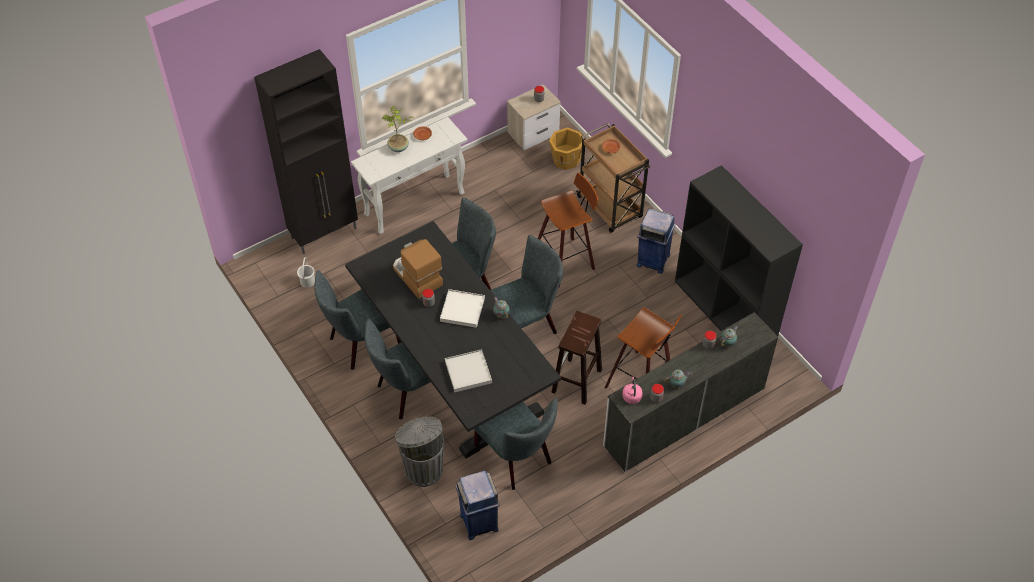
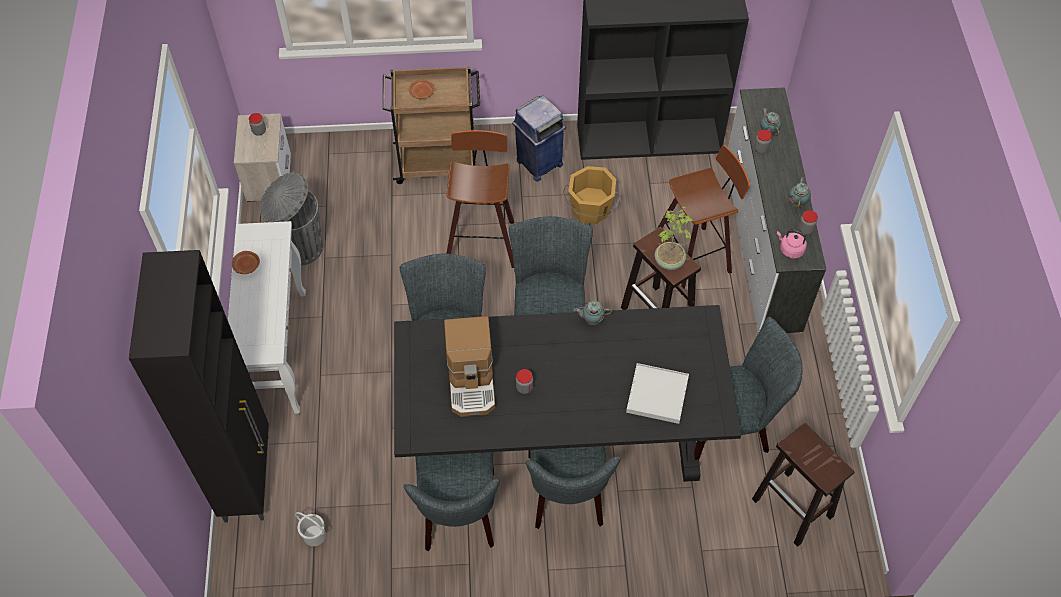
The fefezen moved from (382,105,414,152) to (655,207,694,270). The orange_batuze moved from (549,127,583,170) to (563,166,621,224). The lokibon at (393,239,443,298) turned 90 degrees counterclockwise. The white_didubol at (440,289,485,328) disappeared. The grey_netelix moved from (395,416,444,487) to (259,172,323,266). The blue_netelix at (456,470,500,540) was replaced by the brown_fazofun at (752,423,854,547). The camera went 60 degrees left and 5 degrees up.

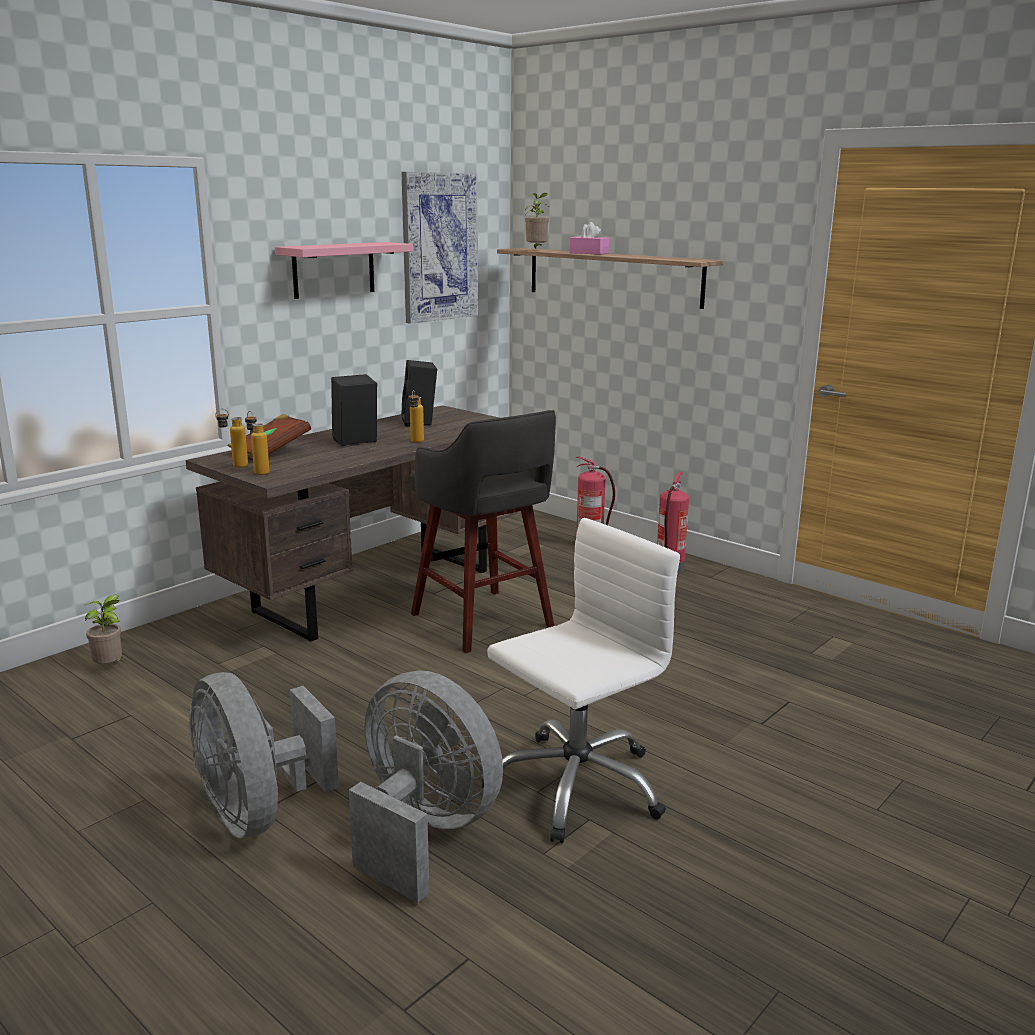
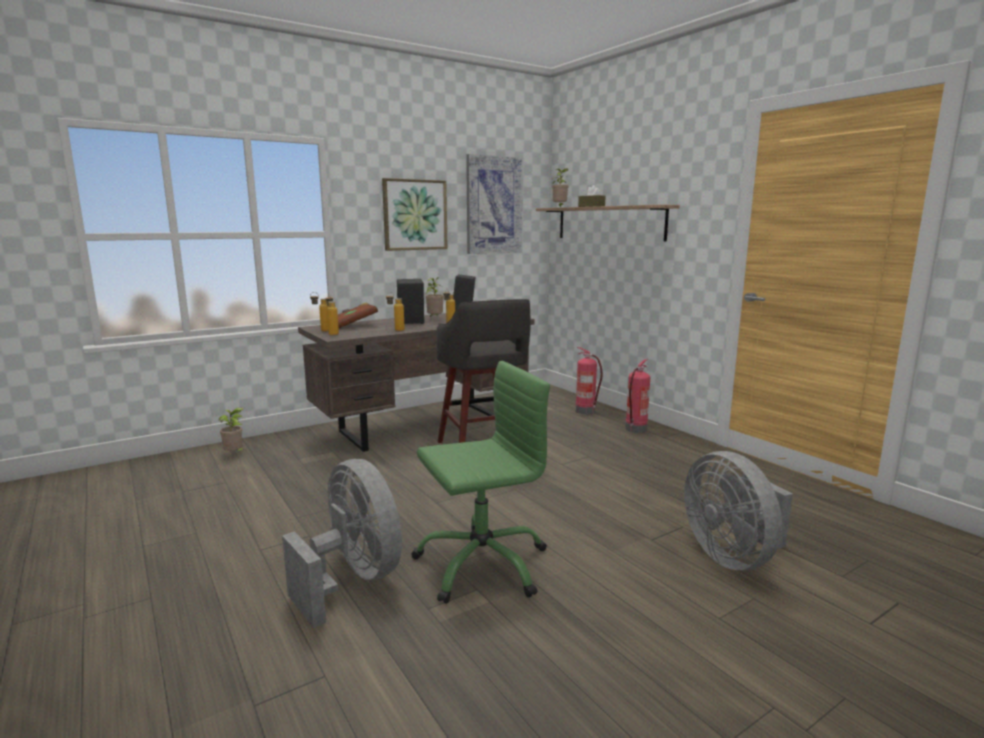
The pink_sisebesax at (570,222,609,255) became the brown_sisebesax at (578,185,606,207). The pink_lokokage at (275,242,413,299) was replaced by the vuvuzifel at (382,178,448,251). The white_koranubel at (482,518,680,844) became the green_koranubel at (411,361,550,604). The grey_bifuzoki moved from (189,672,339,838) to (684,451,793,571). The fefezen at (425,277,444,317) appeared. The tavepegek at (386,292,405,331) appeared. The camera went 15 degrees right and 5 degrees down.

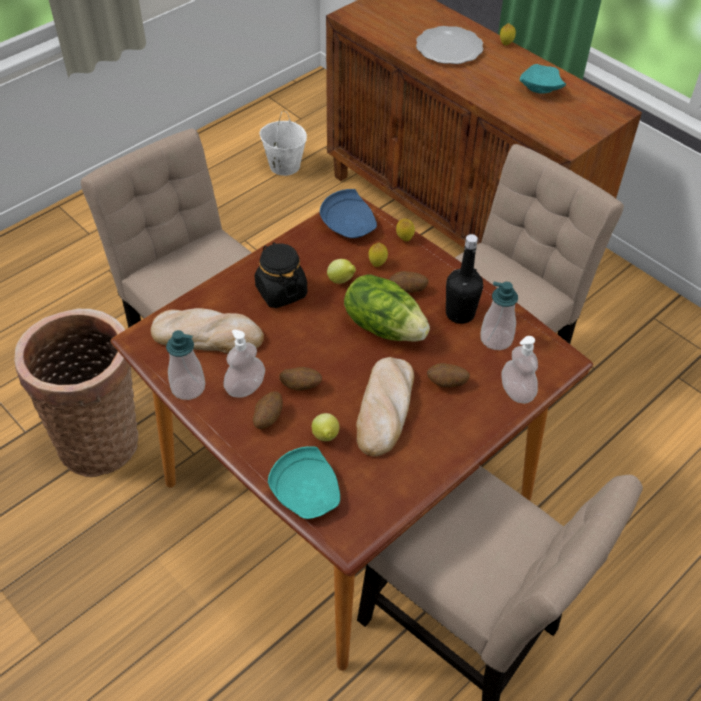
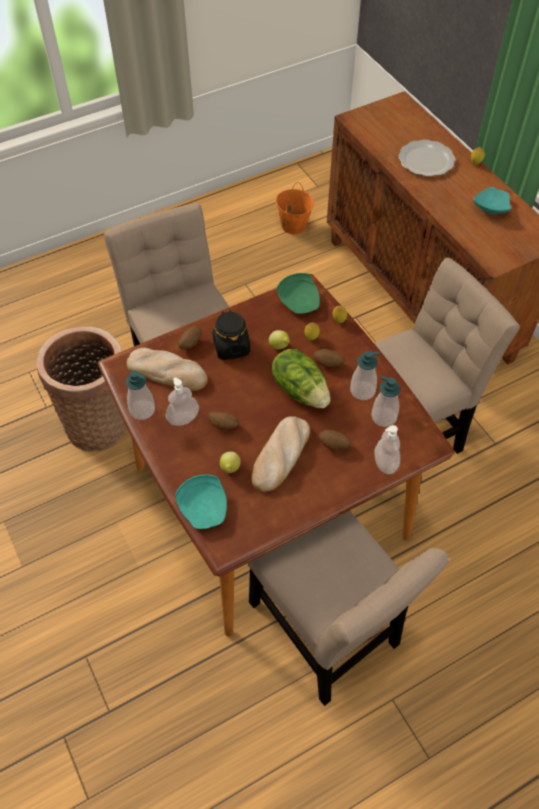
The white_batuze at (259,110,307,176) became the orange_batuze at (276,182,314,234). The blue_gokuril at (320,189,377,238) became the green_gokuril at (276,273,320,314). The black_tavepegek at (446,234,483,324) was replaced by the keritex at (350,351,380,400). The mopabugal moved from (253,392,283,429) to (178,326,202,350). The camera went 15 degrees right and 5 degrees up.

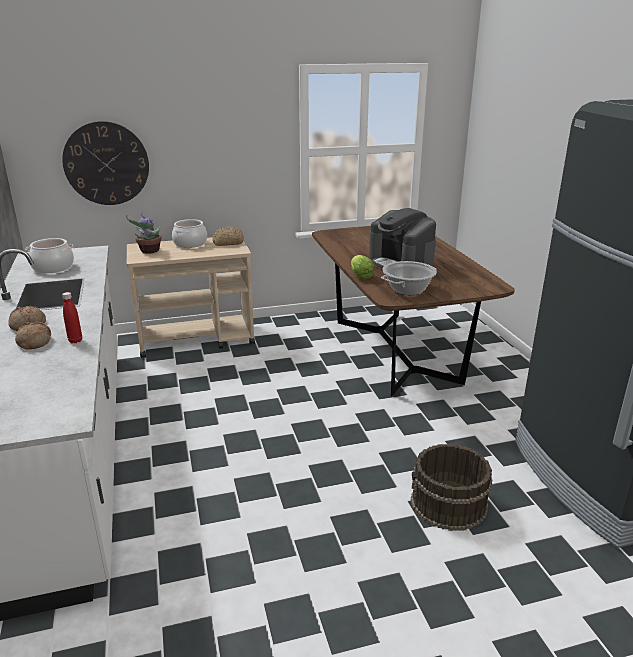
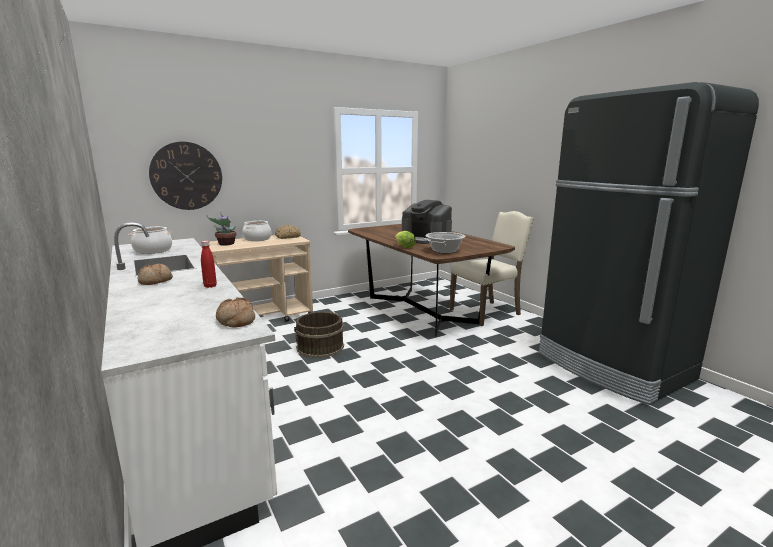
The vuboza moved from (15,321,51,350) to (216,297,255,328). The brown_batuze moved from (411,444,492,531) to (294,312,344,358). The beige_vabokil at (450,211,534,326) appeared. The camera went 15 degrees left and 10 degrees down.

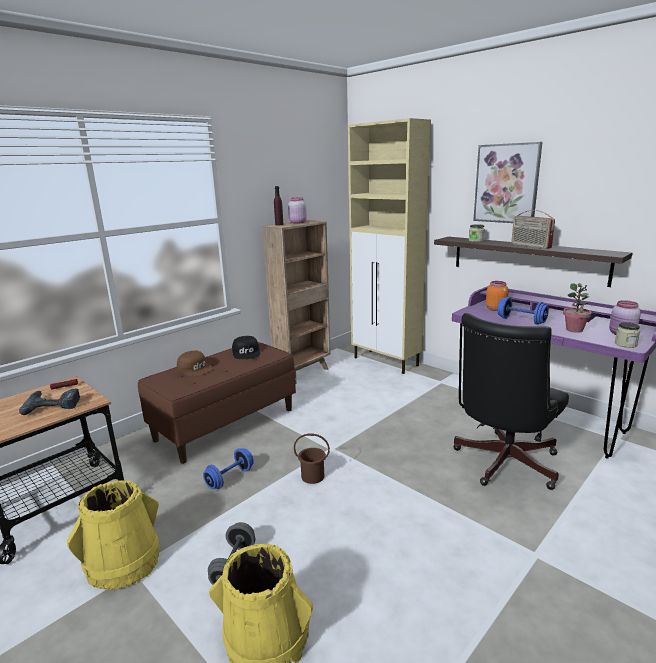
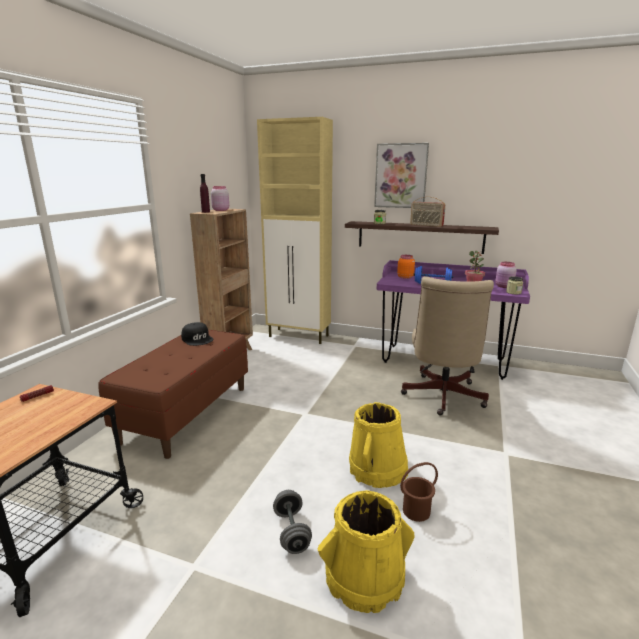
The black_koranubel at (453,313,569,490) became the beige_koranubel at (401,276,494,415). The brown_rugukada at (177,351,213,376) disappeared. The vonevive at (19,388,80,415) disappeared. The brown_batuze moved from (294,434,330,484) to (400,462,438,522). The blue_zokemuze at (203,448,254,489) disappeared. The yellow_batuze moved from (67,480,160,590) to (349,402,408,488). The camera went 25 degrees left and 0 degrees up.

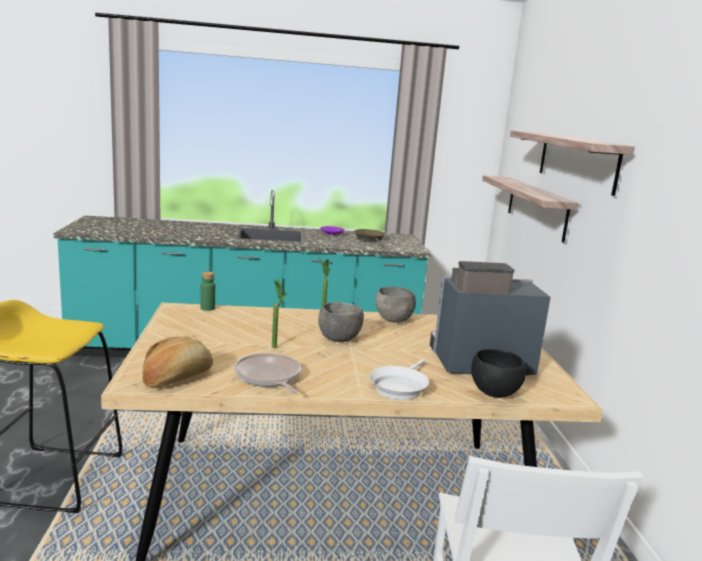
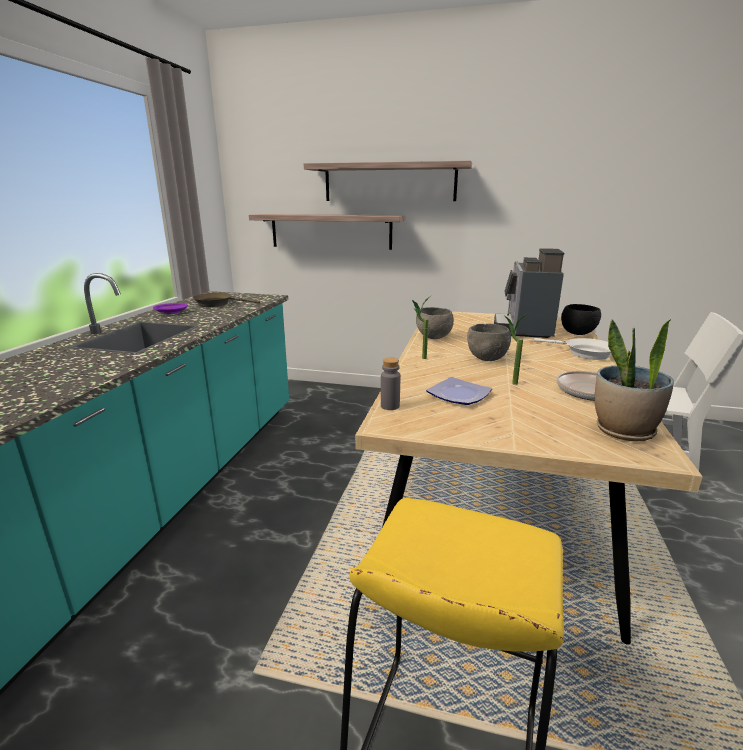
The green_tavepegek at (200,272,215,311) became the grey_tavepegek at (381,357,400,410). The vuboza at (142,337,213,388) was replaced by the fefezen at (595,319,674,441). The gokuril at (426,377,492,405) appeared. The camera went 70 degrees left and 5 degrees up.

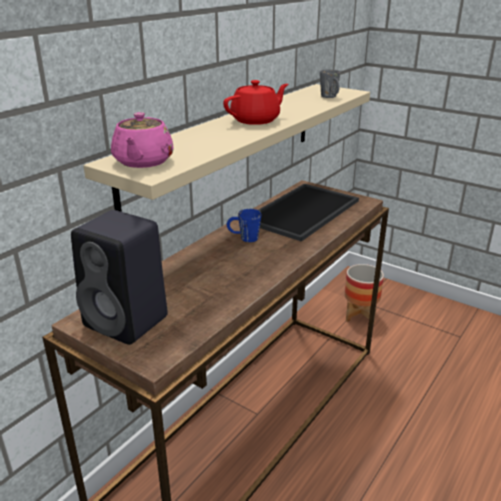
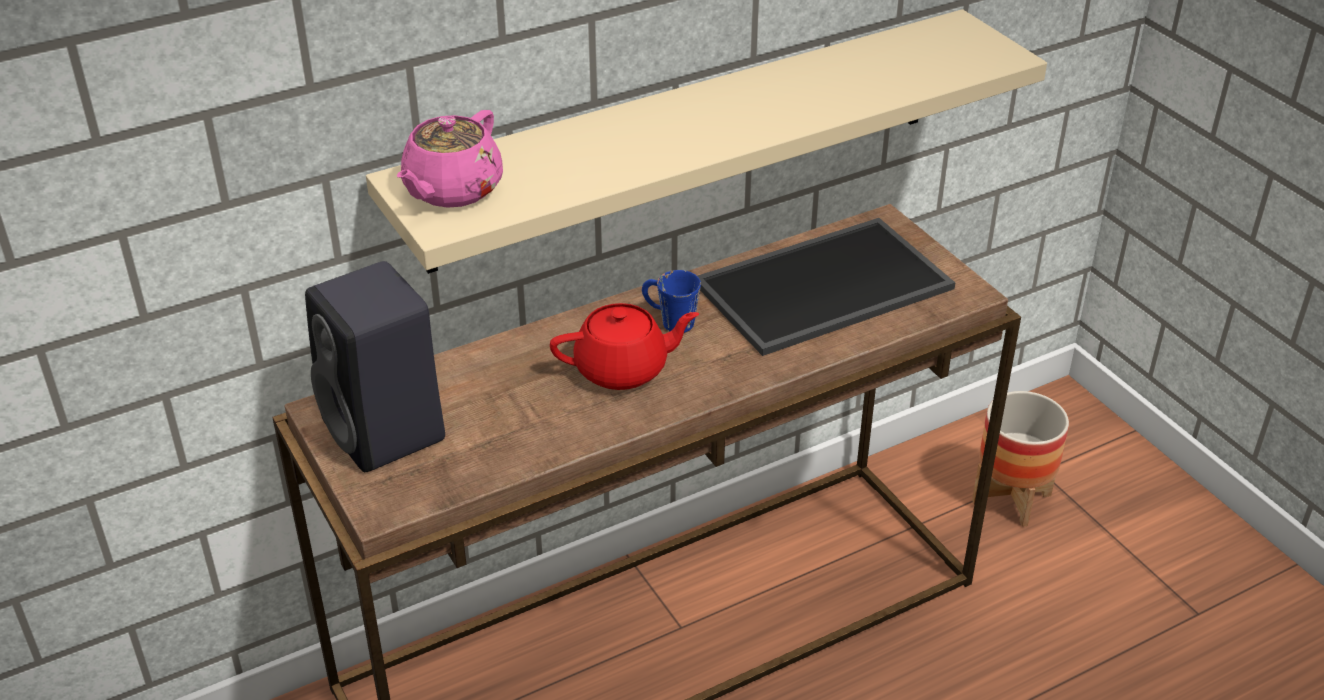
The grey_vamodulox at (320,69,341,98) disappeared. The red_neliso moved from (223,80,288,125) to (550,303,699,390). The camera went 25 degrees right and 10 degrees up.

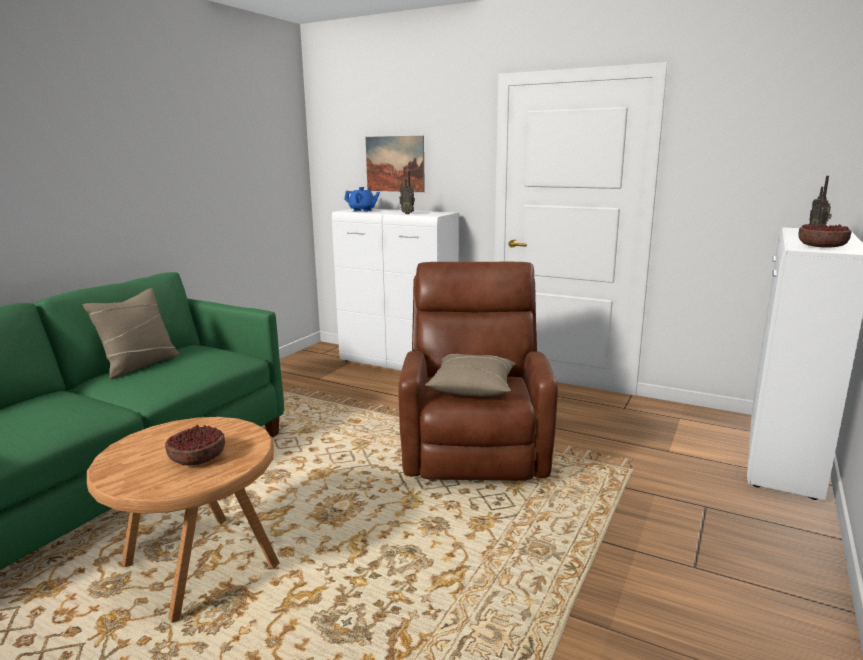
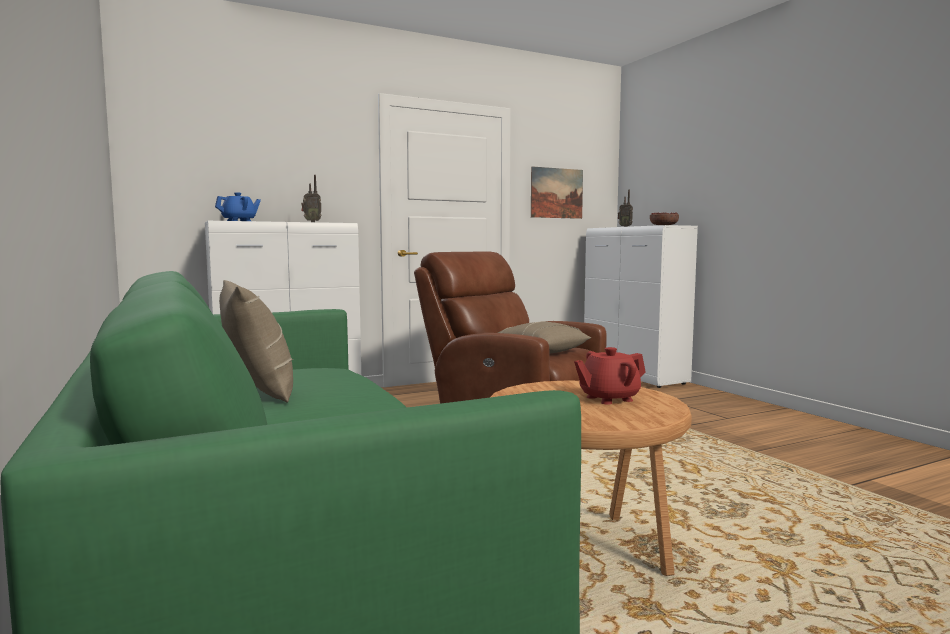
The vuvuzifel moved from (366,136,425,192) to (531,167,583,219). The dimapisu at (165,425,225,466) was replaced by the red_neliso at (574,347,646,405). The camera went 55 degrees left and 10 degrees down.

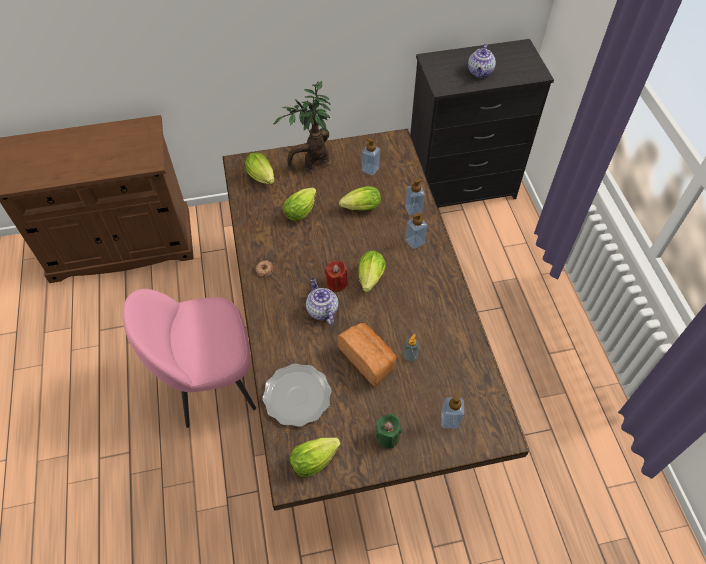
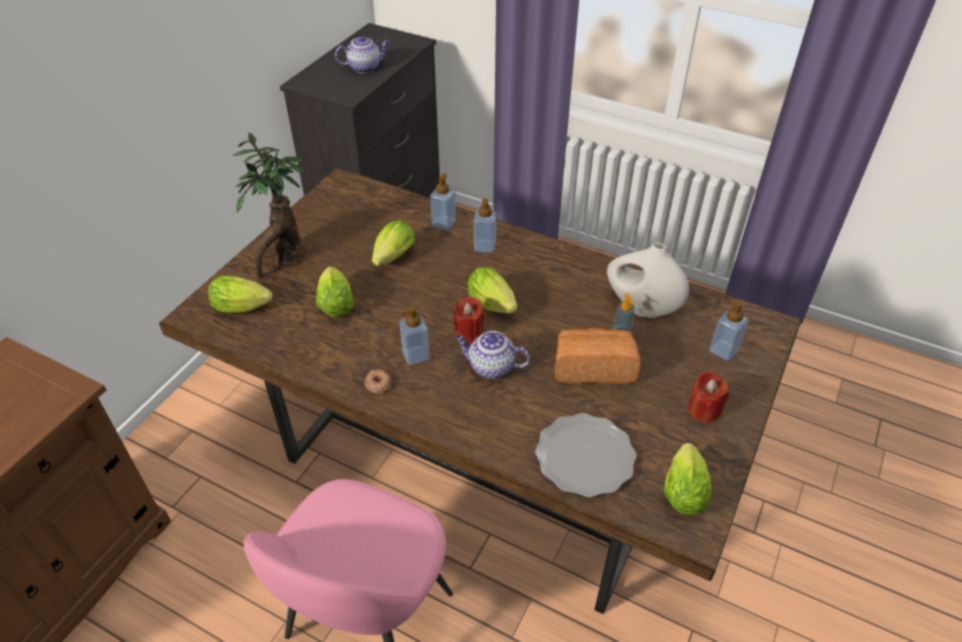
The neliso at (468,43,496,78) turned 75 degrees counterclockwise. The keritex moved from (362,138,380,176) to (400,306,430,365). The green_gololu at (376,413,401,448) became the red_gololu at (688,371,729,423). The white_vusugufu at (607,242,689,318) appeared. The camera went 50 degrees left and 10 degrees down.

